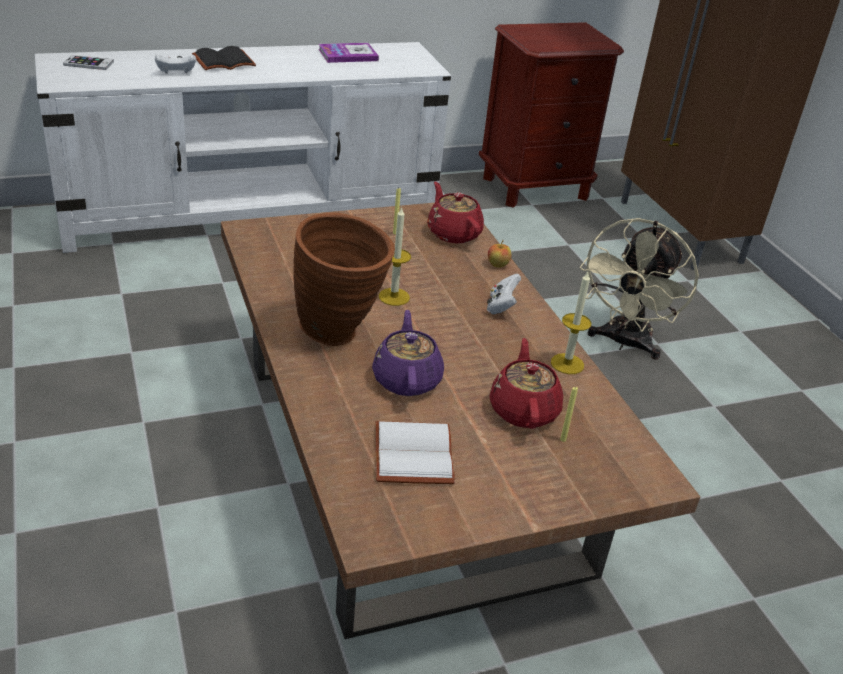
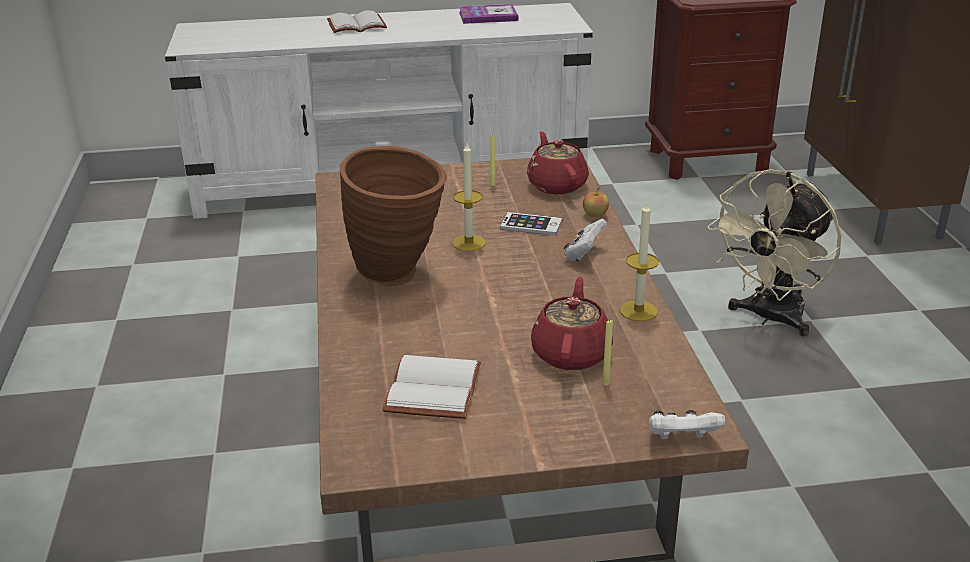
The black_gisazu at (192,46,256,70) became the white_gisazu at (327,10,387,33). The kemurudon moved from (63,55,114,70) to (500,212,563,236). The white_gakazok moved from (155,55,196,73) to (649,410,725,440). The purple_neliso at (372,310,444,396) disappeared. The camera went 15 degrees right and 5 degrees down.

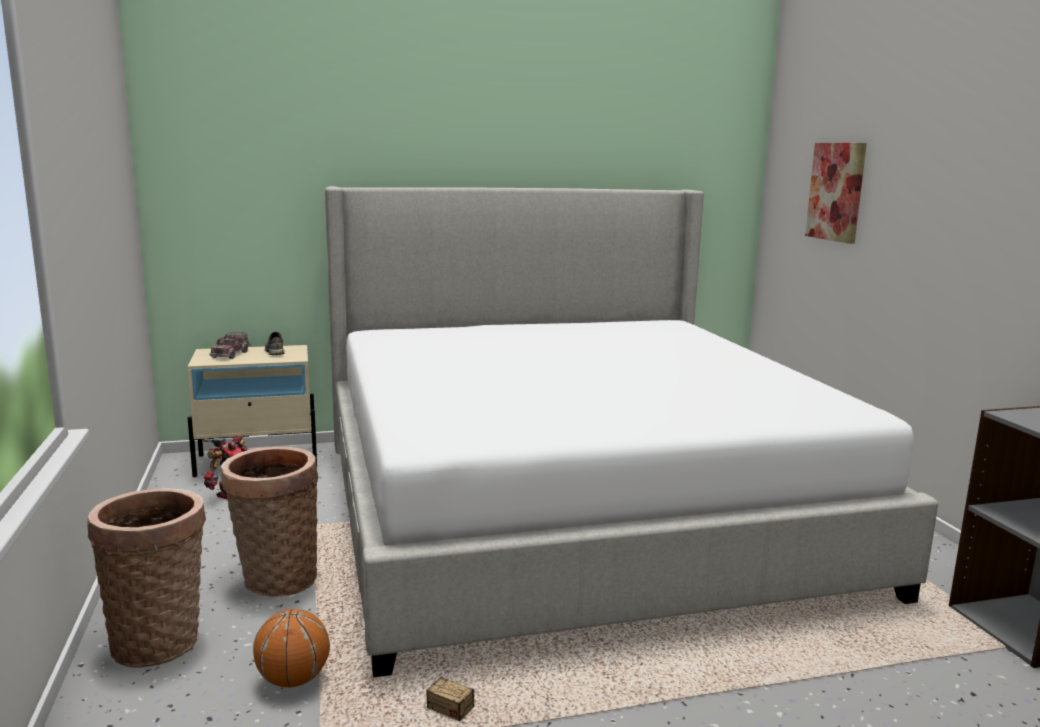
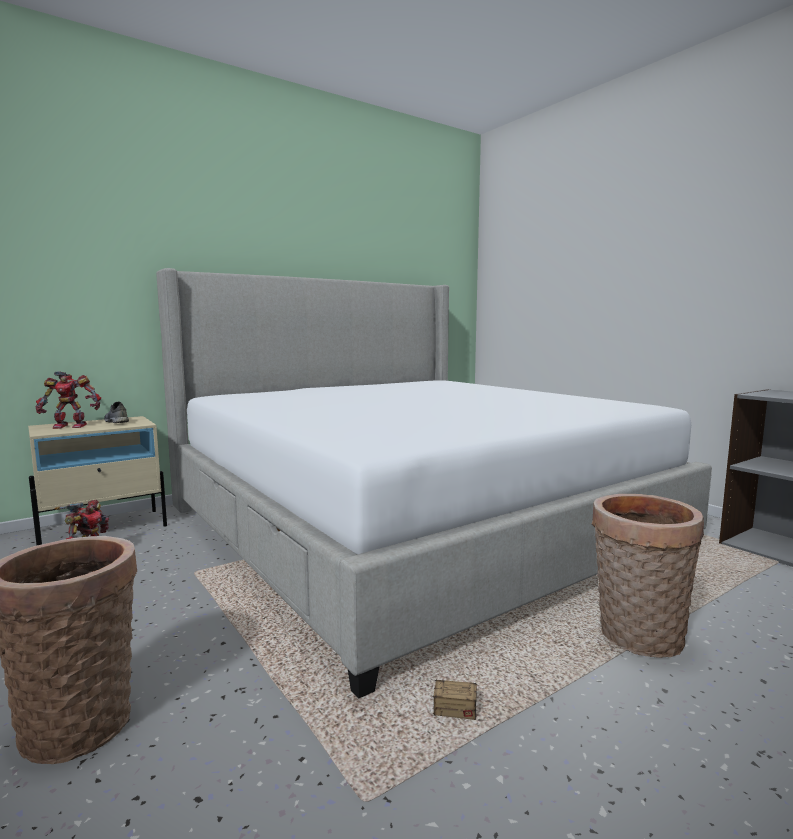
The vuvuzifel at (805,143,867,244) disappeared. The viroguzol at (210,332,251,359) was replaced by the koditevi at (35,371,101,429). The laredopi moved from (221,447,318,597) to (592,494,704,658). The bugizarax at (253,609,330,688) disappeared. The camera went 20 degrees left and 5 degrees down.

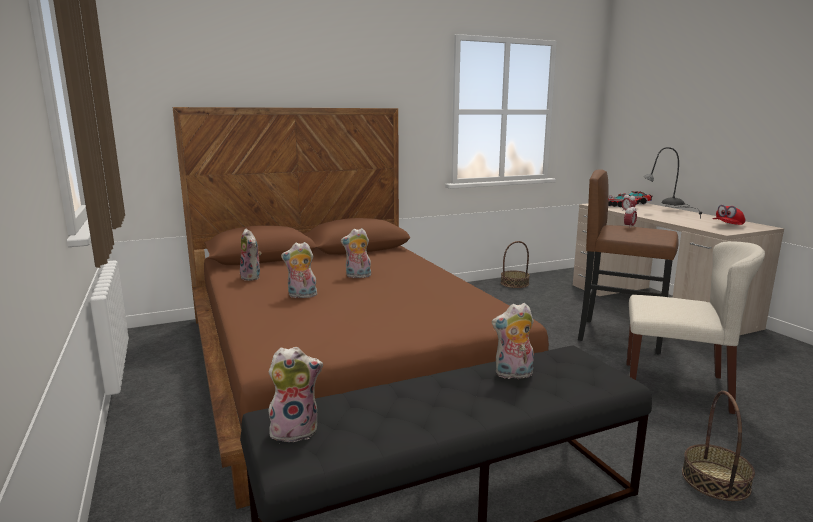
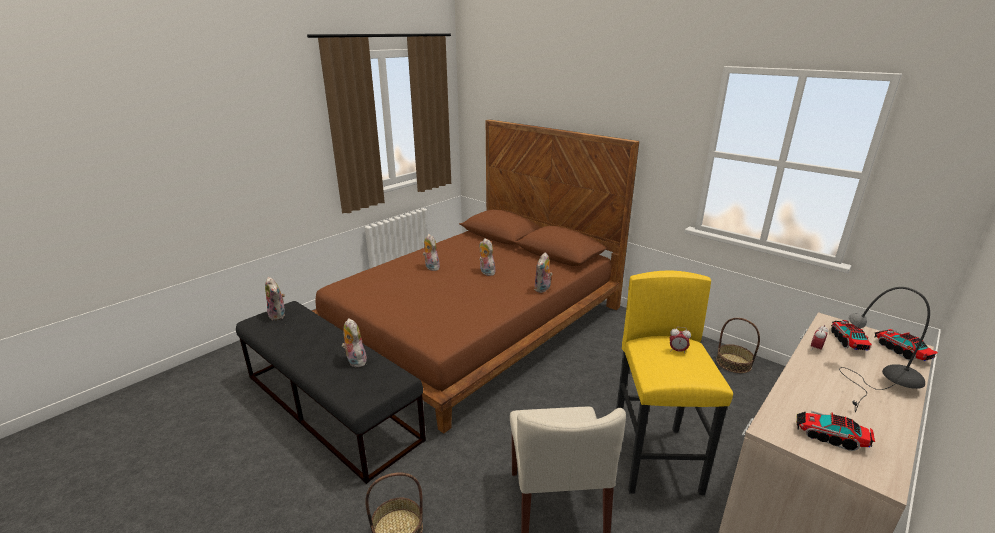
The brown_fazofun at (578,169,679,354) became the yellow_fazofun at (616,270,733,495). The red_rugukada at (713,205,745,225) was replaced by the viroguzol at (796,411,875,451). The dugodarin moved from (240,229,261,281) to (534,252,553,293). The camera went 65 degrees right and 10 degrees up.

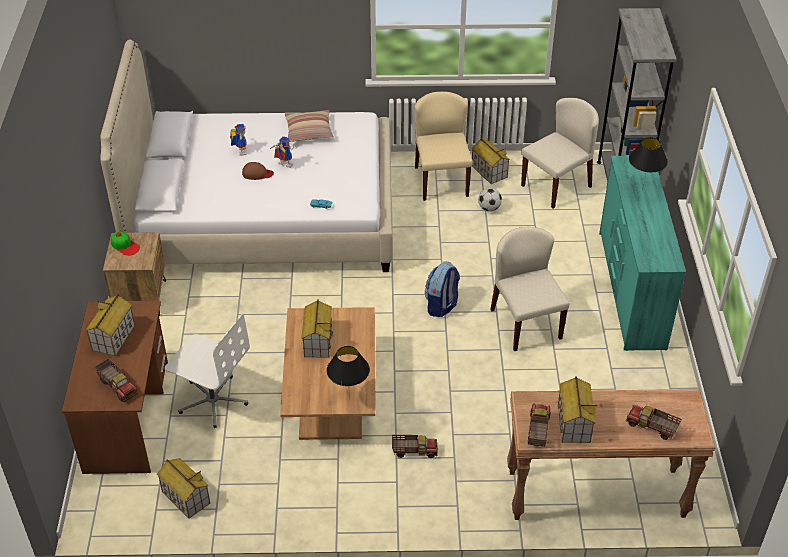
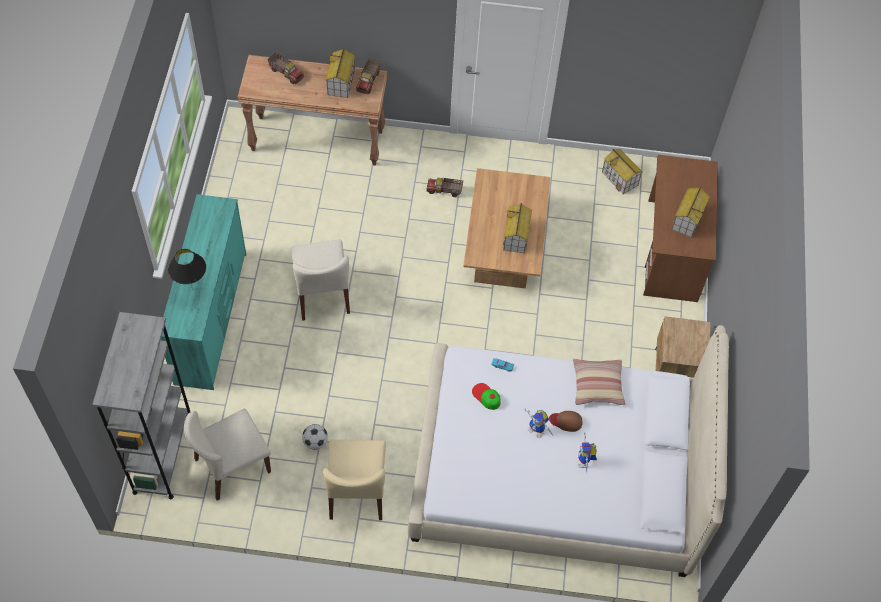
The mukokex moved from (285,110,334,142) to (573,359,625,405). The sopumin at (472,138,510,184) disappeared. The rugukada moved from (111,231,140,256) to (472,383,501,410). The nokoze at (425,261,460,317) disappeared. The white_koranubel at (165,314,250,428) disappeared. The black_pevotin at (327,346,370,399) disappeared. The viroguzol at (95,358,138,402) disappeared. The camera went 175 degrees left and 15 degrees up.

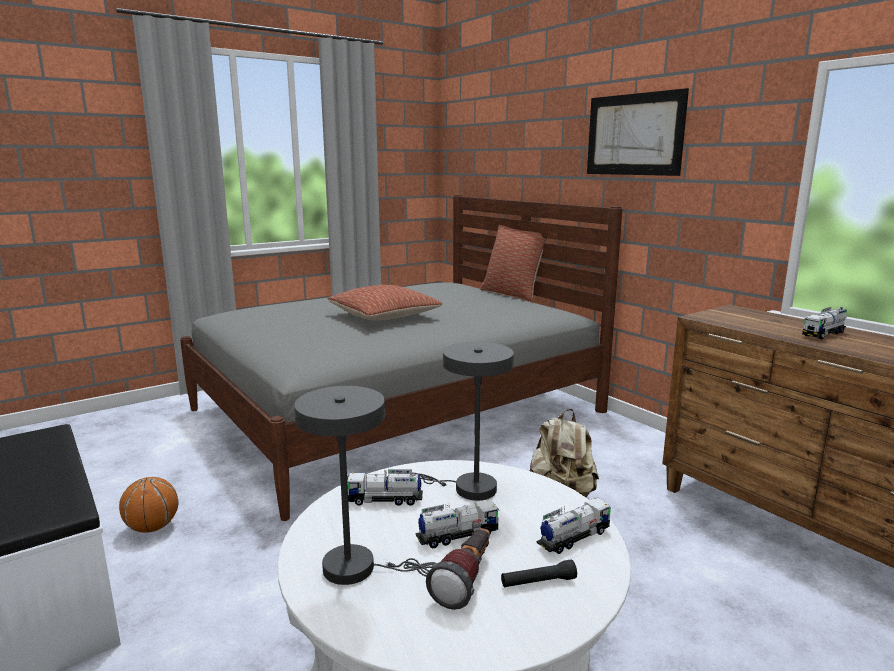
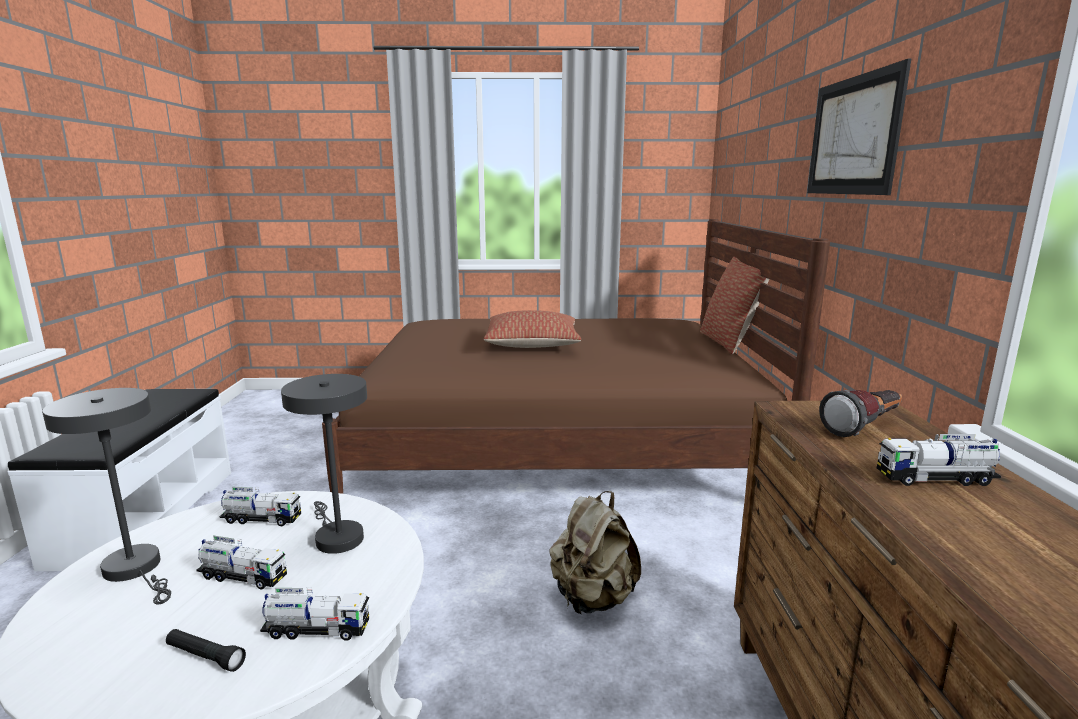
The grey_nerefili at (180,195,622,521) became the brown_nerefili at (322,219,830,494). The viroguzol at (347,470,423,506) turned 150 degrees clockwise. The bugizarax at (119,477,178,533) disappeared. The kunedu moved from (426,528,490,610) to (819,390,902,437). The camera went 35 degrees right and 0 degrees up.

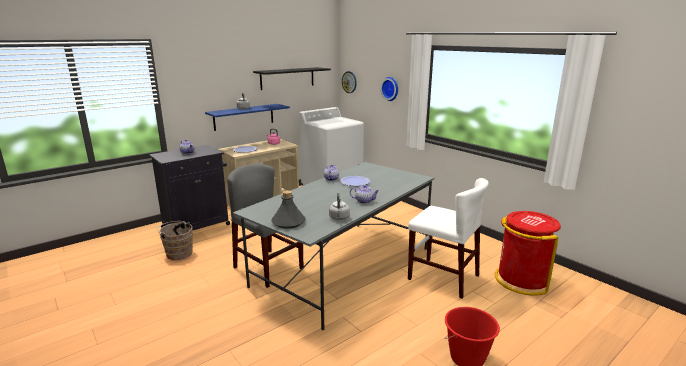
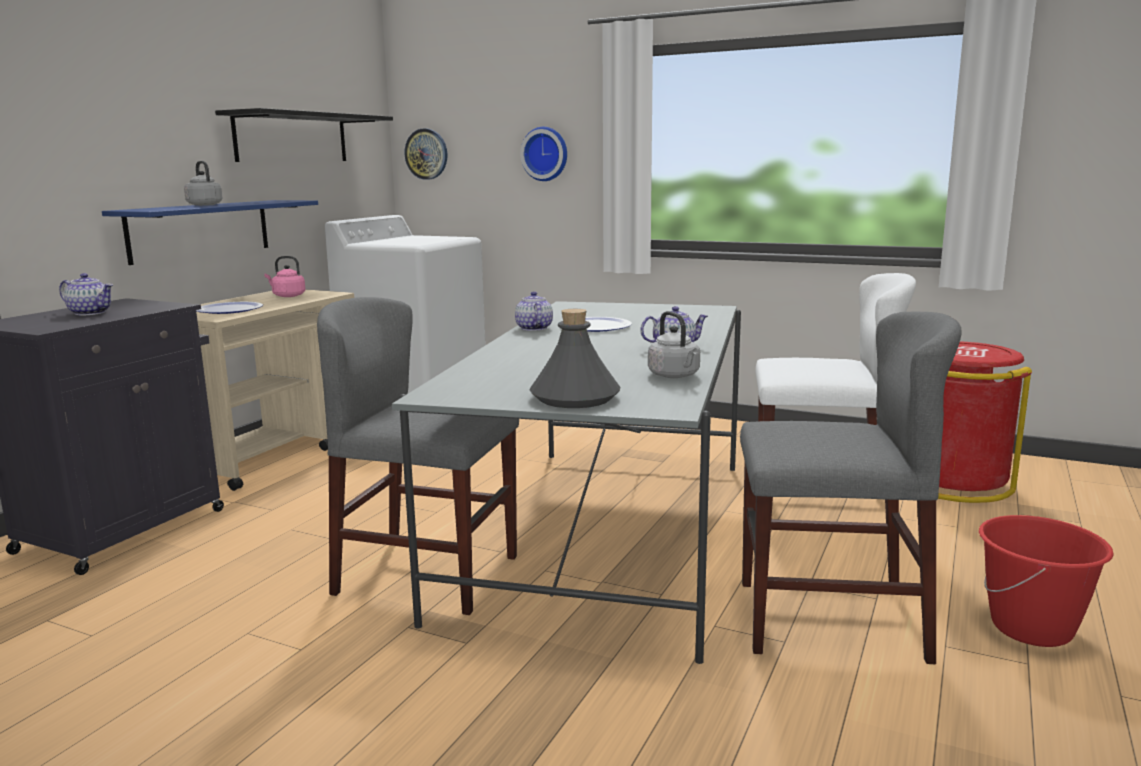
The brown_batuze at (157,221,193,260) disappeared. The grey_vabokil at (740,311,961,664) appeared. The camera went 25 degrees left and 5 degrees down.

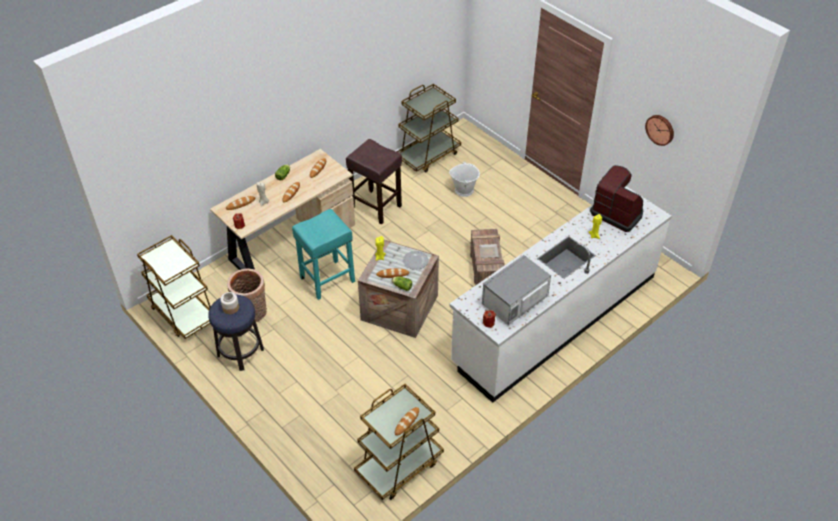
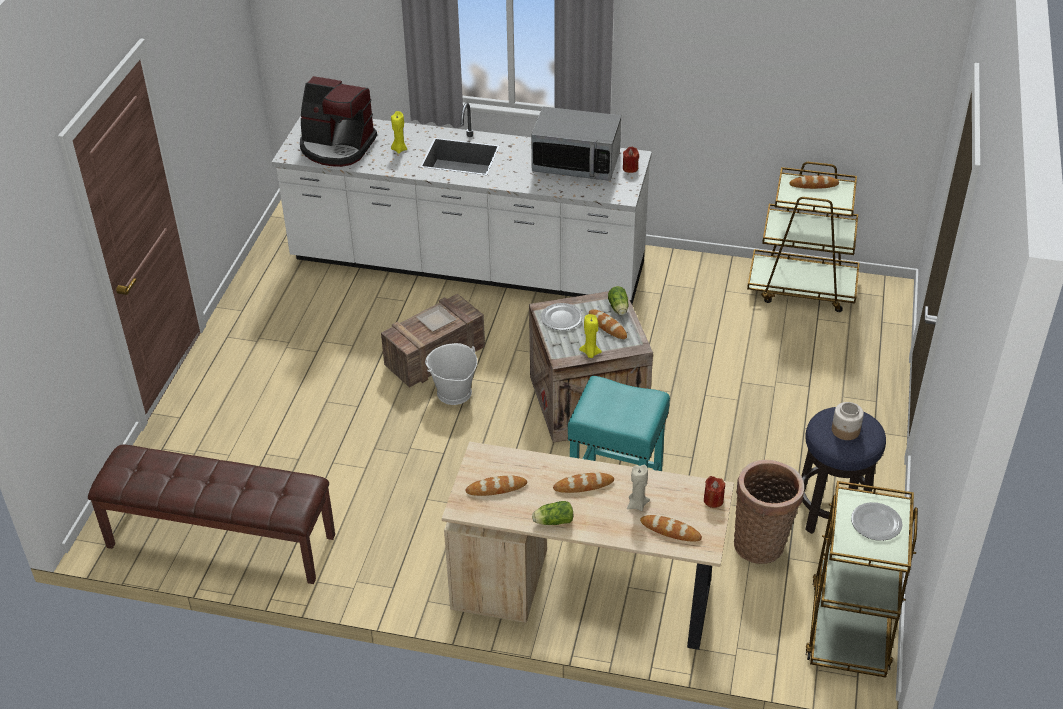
The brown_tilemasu at (397,84,461,172) was replaced by the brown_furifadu at (88,444,335,584). The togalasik at (645,115,674,146) disappeared. The brown_fazofun at (346,139,402,225) disappeared. The white_batuze moved from (449,161,480,197) to (425,343,477,405). The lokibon at (590,165,643,232) turned 75 degrees counterclockwise. The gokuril at (851,502,903,541) appeared. The camera went 125 degrees left and 5 degrees down.

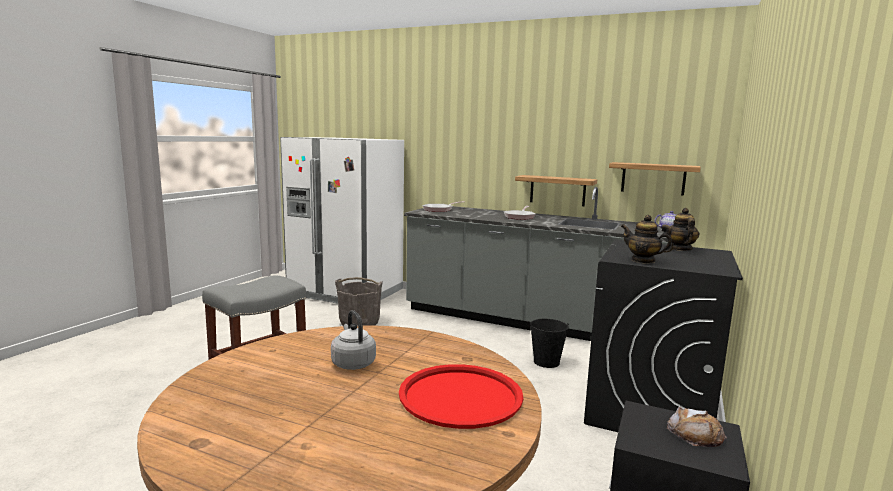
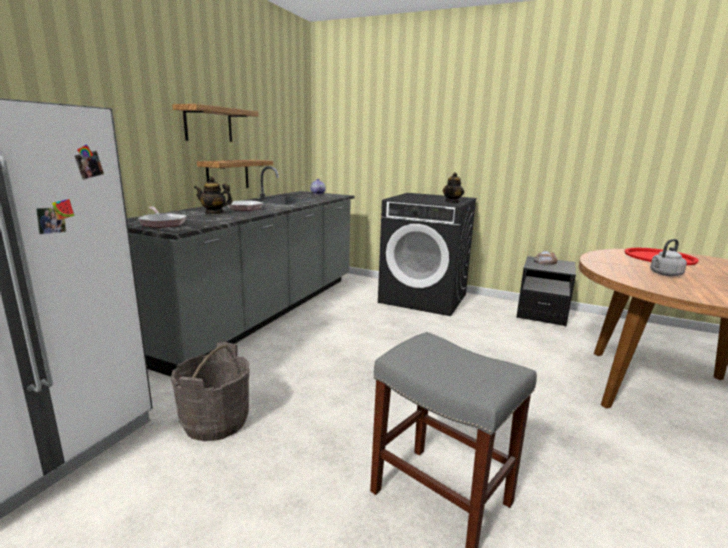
The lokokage moved from (609,162,701,196) to (172,104,259,142). The neliso moved from (671,208,700,251) to (194,177,233,214). The black_batuze at (530,319,569,368) disappeared. The camera went 90 degrees left and 5 degrees up.

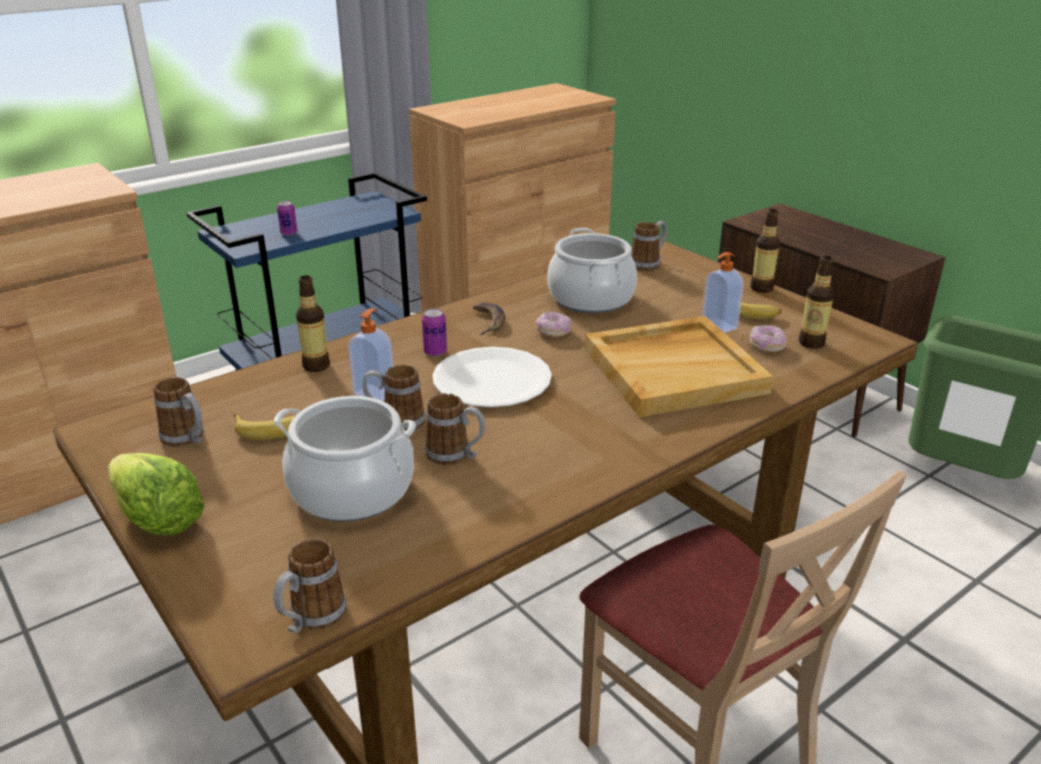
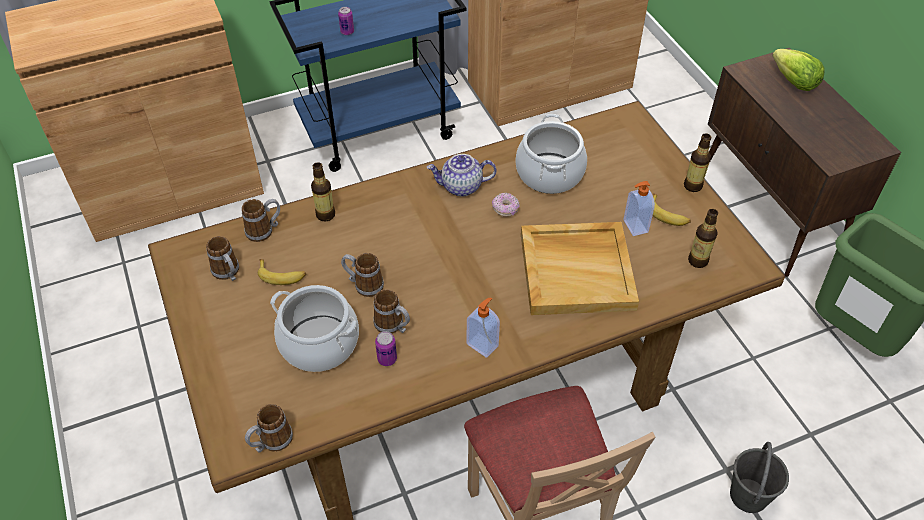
The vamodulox moved from (631,221,667,271) to (242,199,280,242). The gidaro at (473,302,505,335) was replaced by the neliso at (427,154,497,196). The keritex moved from (348,308,394,401) to (467,297,500,358). The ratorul moved from (422,308,447,357) to (375,331,397,366). The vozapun at (750,325,787,352) disappeared. The white_gokuril at (432,347,552,407) disappeared. The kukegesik moved from (108,453,205,535) to (772,49,825,91). The grey_batuze at (730,442,789,513) appeared. The camera went 15 degrees right and 20 degrees up.

